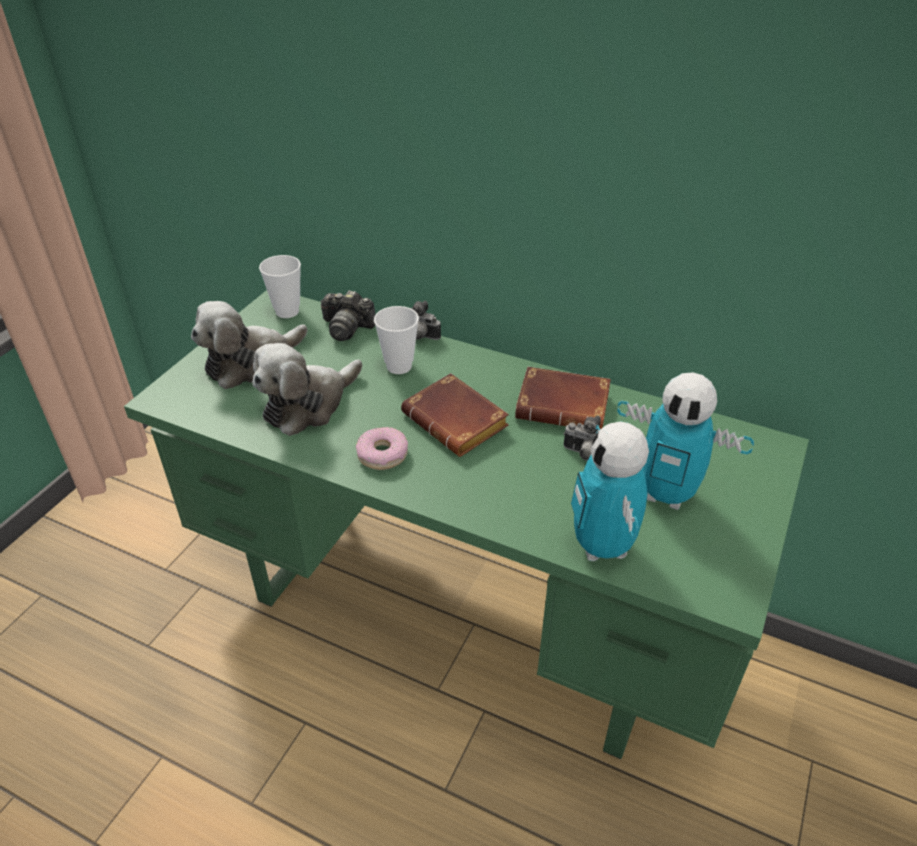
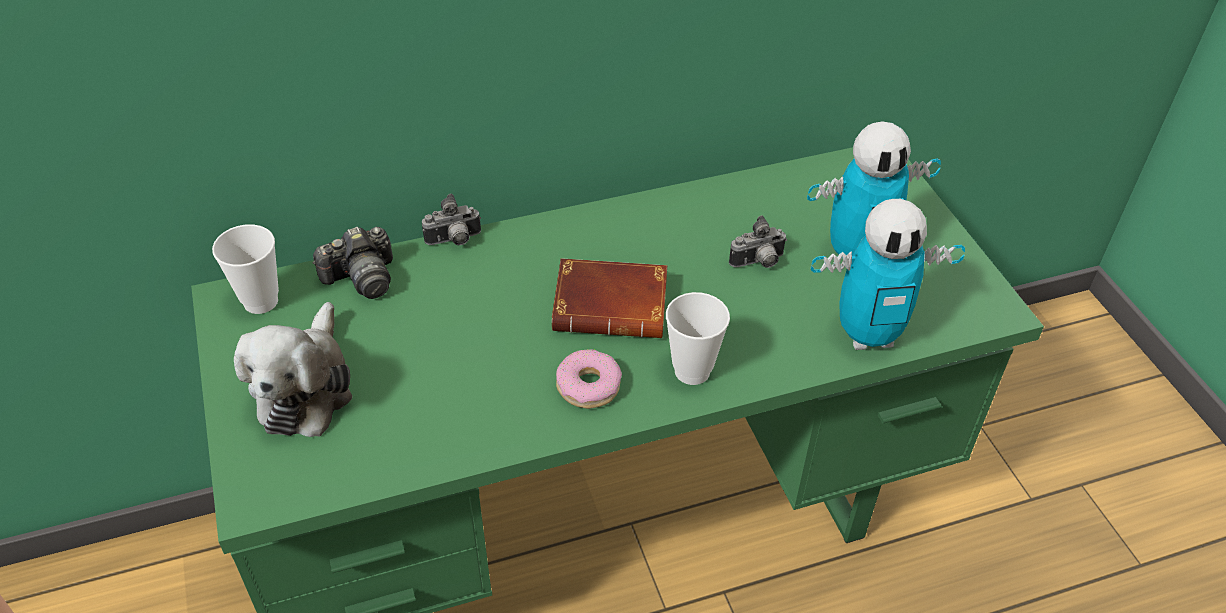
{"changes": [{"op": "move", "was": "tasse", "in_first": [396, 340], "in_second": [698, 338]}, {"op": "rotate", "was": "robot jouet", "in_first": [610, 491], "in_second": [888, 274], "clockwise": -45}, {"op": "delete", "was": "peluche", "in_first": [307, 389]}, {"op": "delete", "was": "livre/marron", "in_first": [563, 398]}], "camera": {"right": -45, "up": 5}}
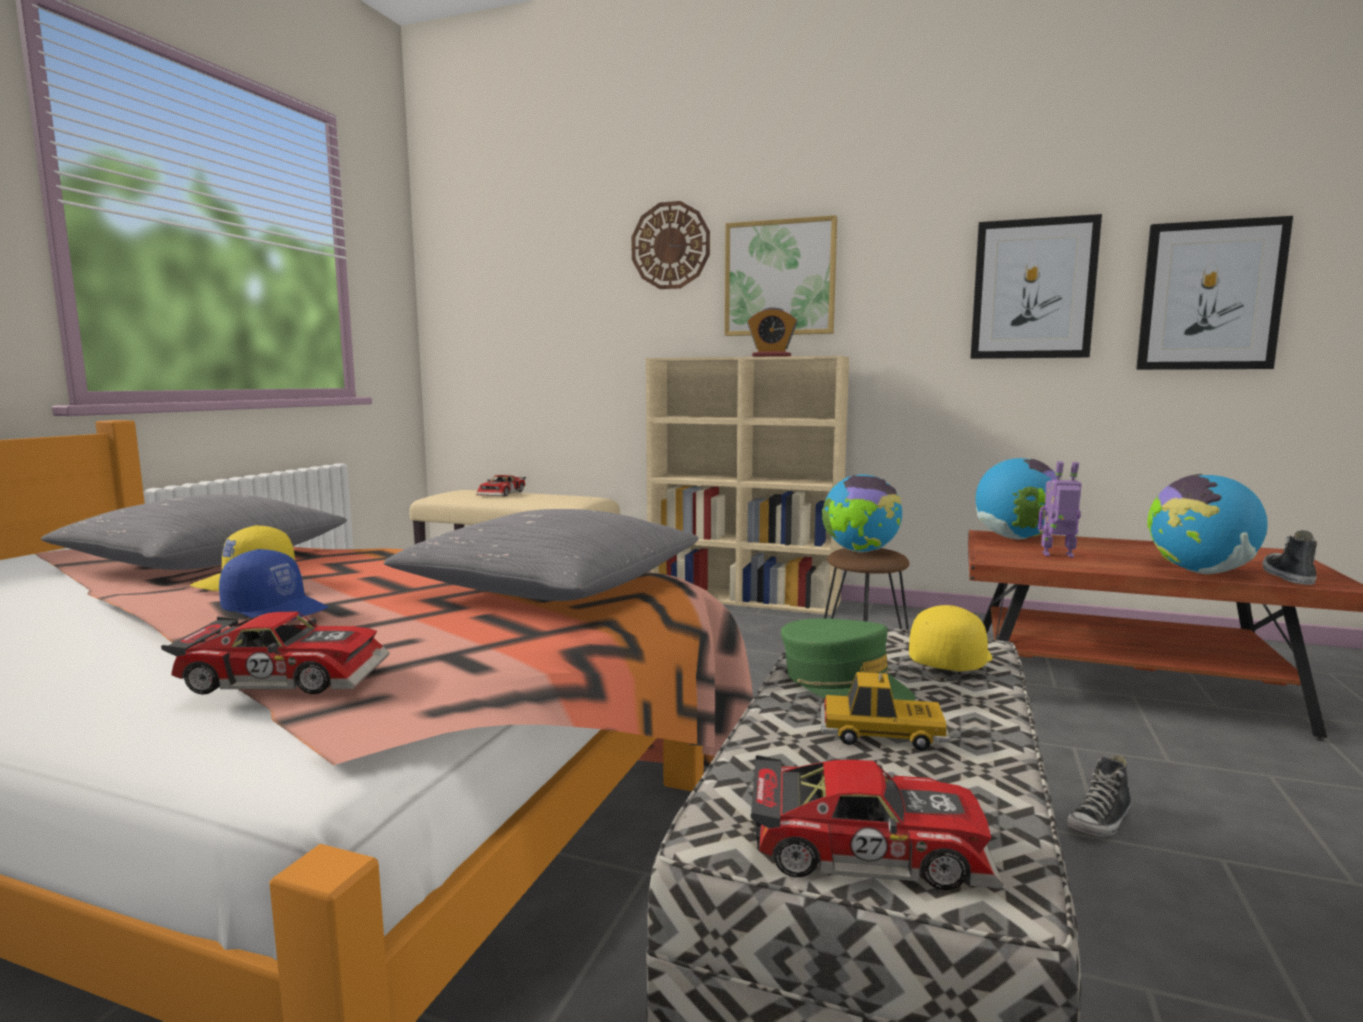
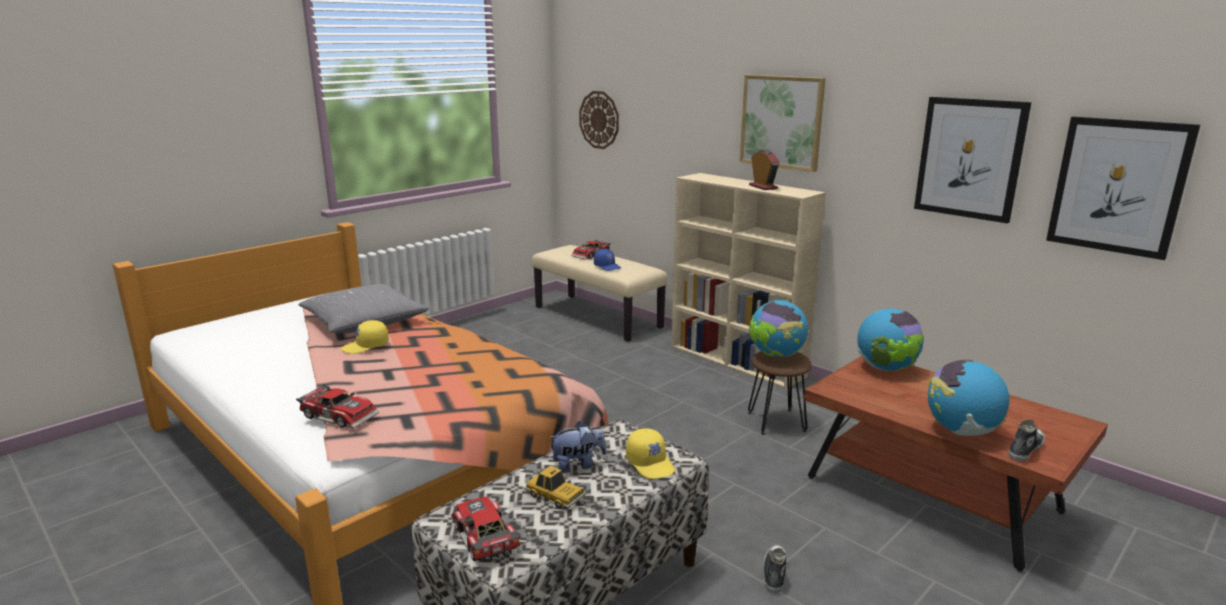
{"changes": [{"op": "rotate", "was": "petite voiture", "in_first": [877, 822], "in_second": [485, 529], "clockwise": -150}, {"op": "replace", "was": "casquette/vert", "now": "peluche", "in_first": [848, 659], "in_second": [577, 447]}, {"op": "move", "was": "horloge murale", "in_first": [670, 245], "in_second": [599, 120]}, {"op": "move", "was": "casquette/bleu", "in_first": [274, 585], "in_second": [607, 260]}, {"op": "rotate", "was": "casquette/jaune", "in_first": [950, 638], "in_second": [650, 453], "clockwise": 90}, {"op": "rotate", "was": "réveil", "in_first": [772, 332], "in_second": [764, 170], "clockwise": -150}, {"op": "rotate", "was": "chaussure", "in_first": [1099, 796], "in_second": [775, 569], "clockwise": 120}, {"op": "delete", "was": "coussin/gris", "in_first": [541, 555]}, {"op": "delete", "was": "robot jouet", "in_first": [1060, 509]}], "camera": {"right": 25, "up": 10}}
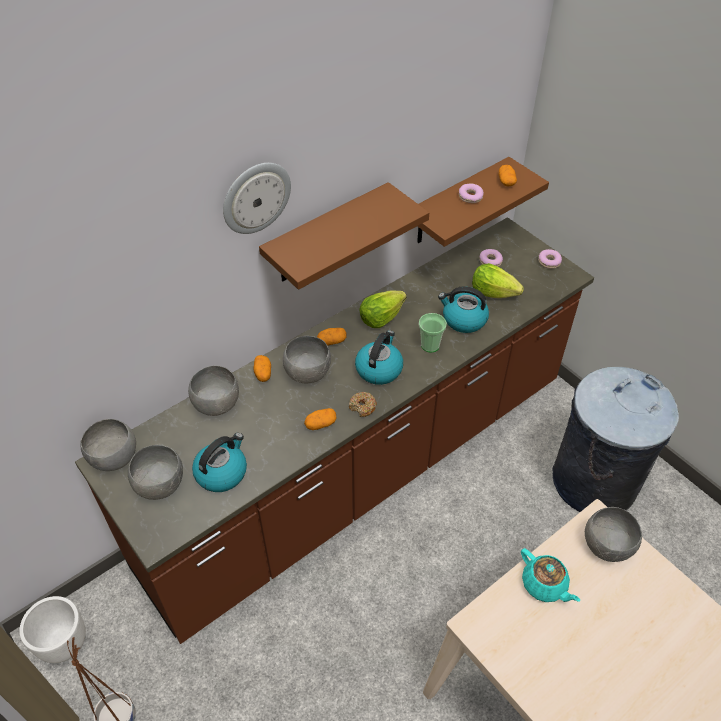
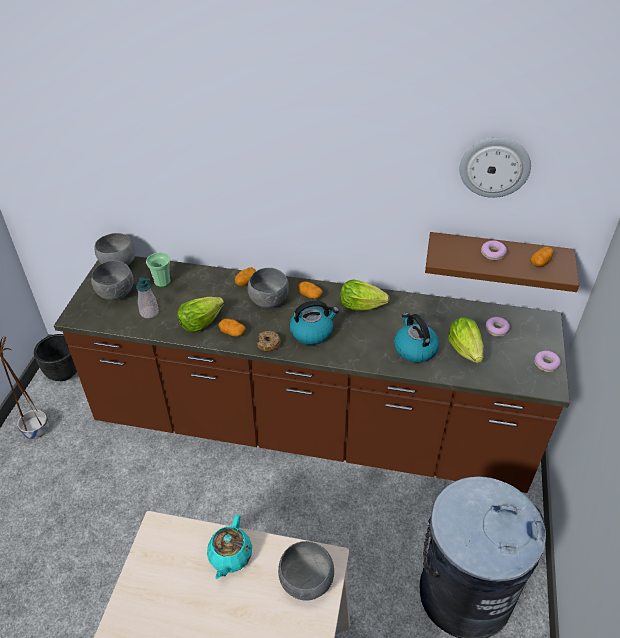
{"changes": [{"op": "recolor", "was": "cache-pot/blanc", "now": "cache-pot/noir", "in_first": [52, 629], "in_second": [55, 357]}, {"op": "replace", "was": "bouilloire", "now": "distributeur de savon", "in_first": [219, 462], "in_second": [147, 297]}, {"op": "move", "was": "tasse", "in_first": [433, 333], "in_second": [158, 270]}, {"op": "insert", "now": "laitue", "in_second": [200, 314]}, {"op": "move", "was": "horloge murale", "in_first": [257, 198], "in_second": [495, 168]}, {"op": "delete", "was": "bol/gris", "in_first": [213, 390]}, {"op": "delete", "was": "étagère/marron", "in_first": [344, 236]}], "camera": {"right": 50, "up": -5}}
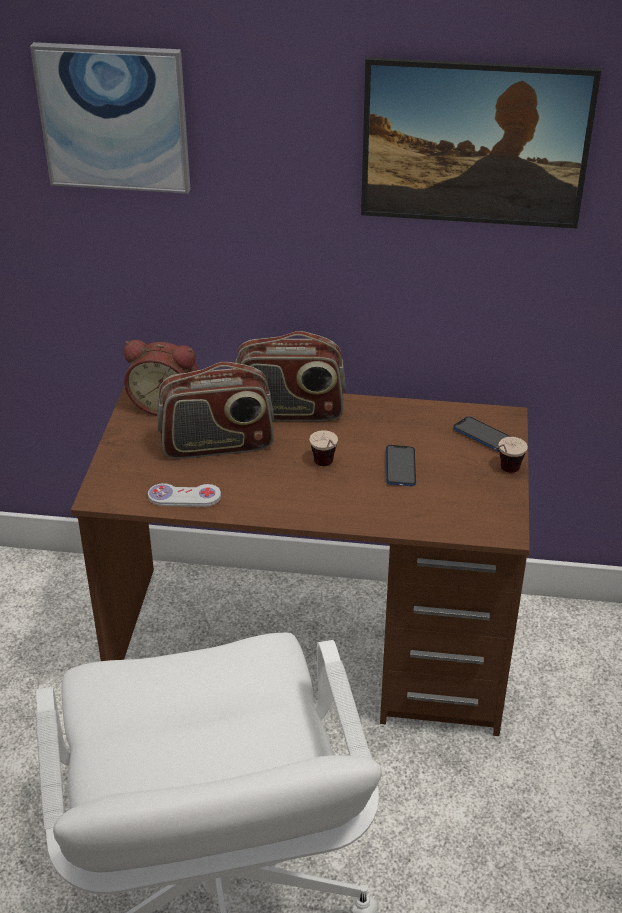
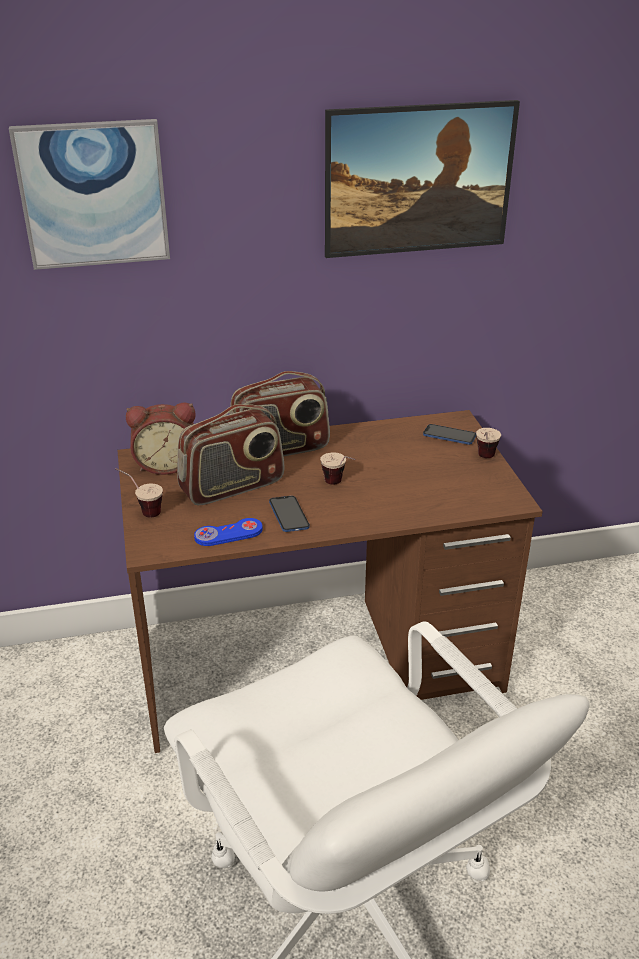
{"changes": [{"op": "insert", "now": "tasse", "in_second": [139, 493]}, {"op": "recolor", "was": "manette/blanc", "now": "manette/bleu", "in_first": [184, 495], "in_second": [228, 532]}, {"op": "move", "was": "téléphone", "in_first": [401, 465], "in_second": [289, 514]}], "camera": {"right": -20, "up": -5}}
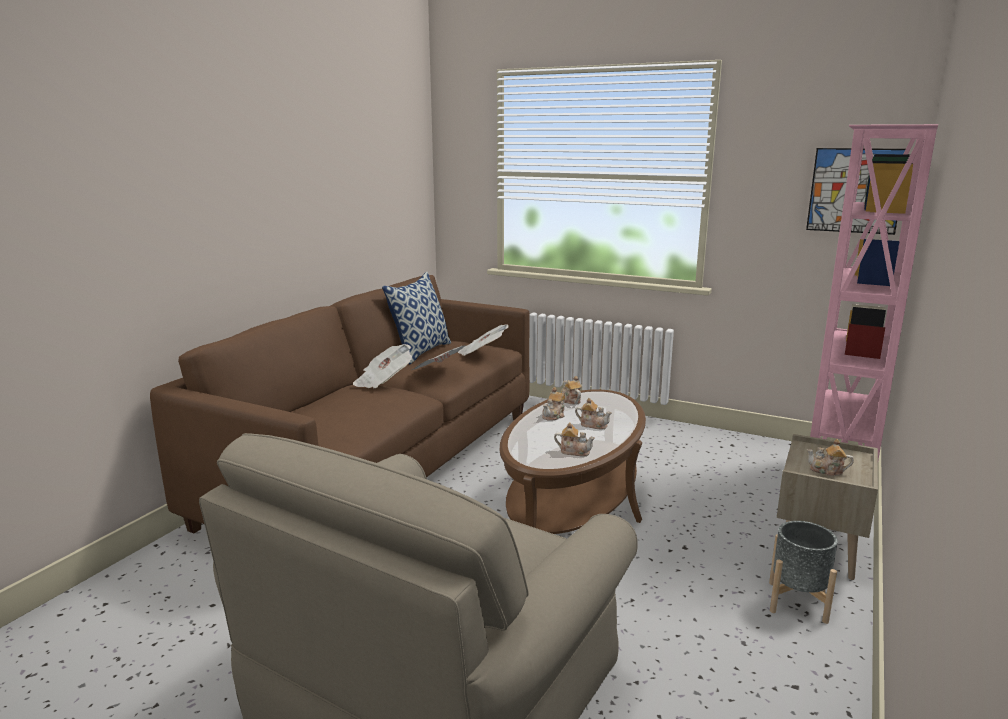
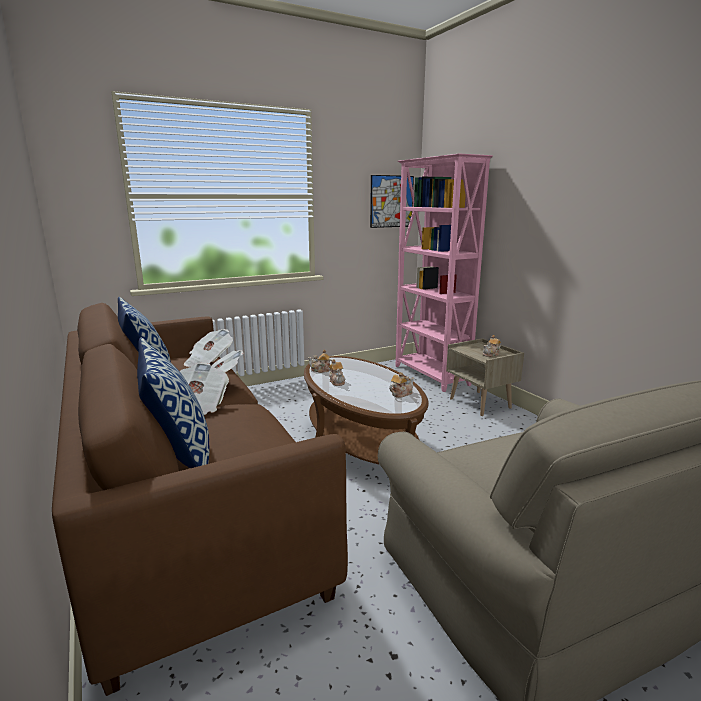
{"changes": [{"op": "insert", "now": "coussin", "in_second": [173, 402]}, {"op": "delete", "was": "théière", "in_first": [593, 413]}, {"op": "delete", "was": "cache-pot/gris", "in_first": [803, 572]}], "camera": {"right": -55, "up": 0}}
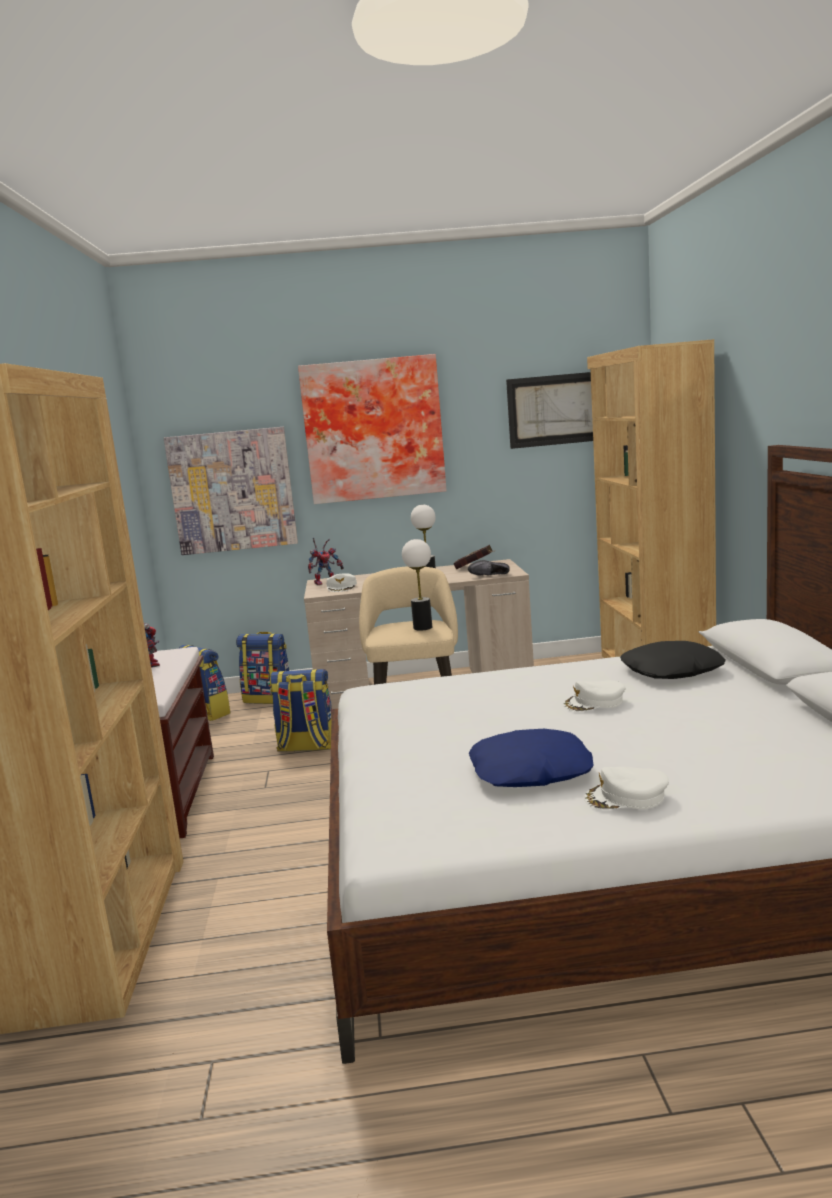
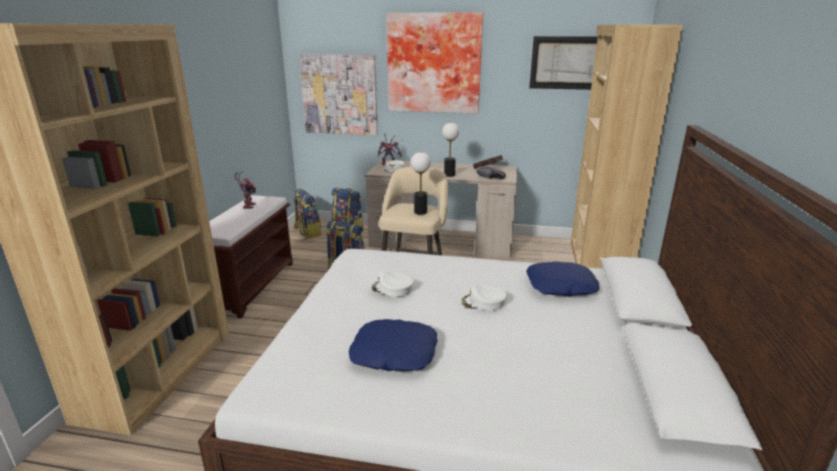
{"changes": [{"op": "move", "was": "casquette/blanc", "in_first": [626, 788], "in_second": [392, 284]}, {"op": "recolor", "was": "coussin/noir", "now": "coussin/bleu", "in_first": [673, 660], "in_second": [563, 279]}], "camera": {"right": 15, "up": 10}}
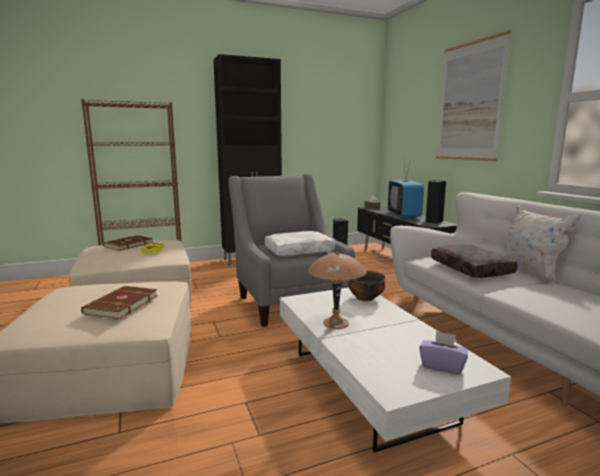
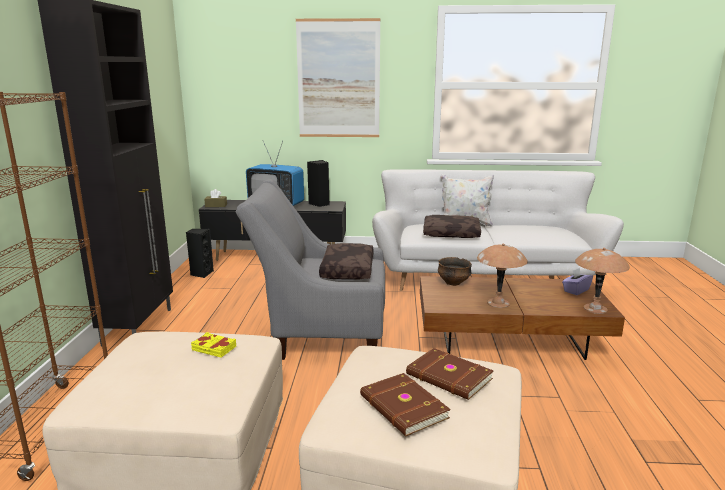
{"changes": [{"op": "recolor", "was": "coussin/blanc", "now": "coussin/marron", "in_first": [300, 243], "in_second": [346, 261]}, {"op": "move", "was": "livre/marron", "in_first": [128, 243], "in_second": [405, 404]}, {"op": "recolor", "was": "table basse/blanc", "now": "table basse/marron", "in_first": [395, 370], "in_second": [522, 318]}, {"op": "insert", "now": "lampe de table/marron", "in_second": [602, 281]}], "camera": {"right": -65, "up": 5}}
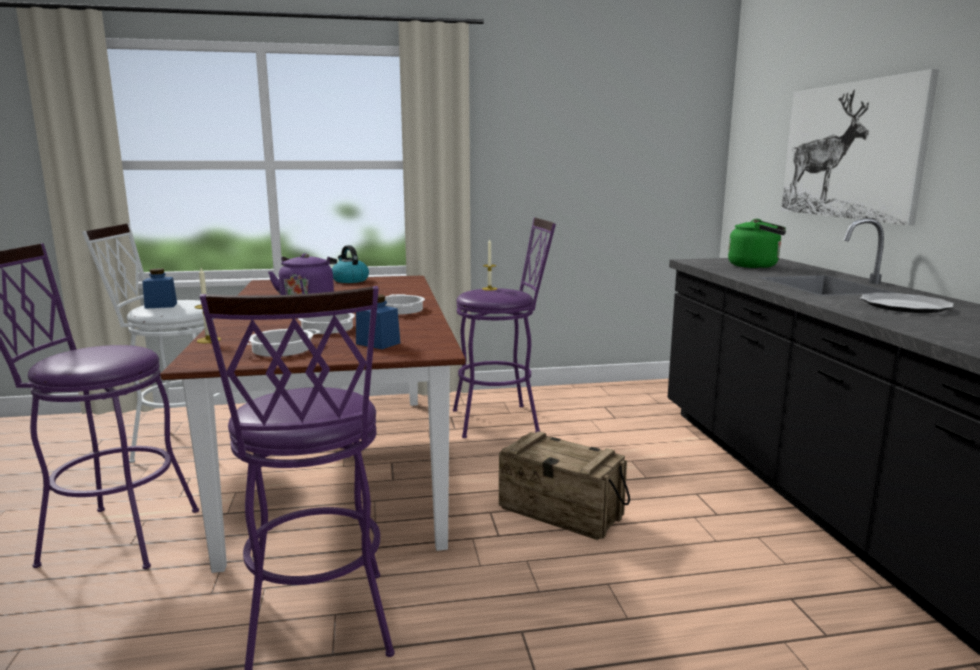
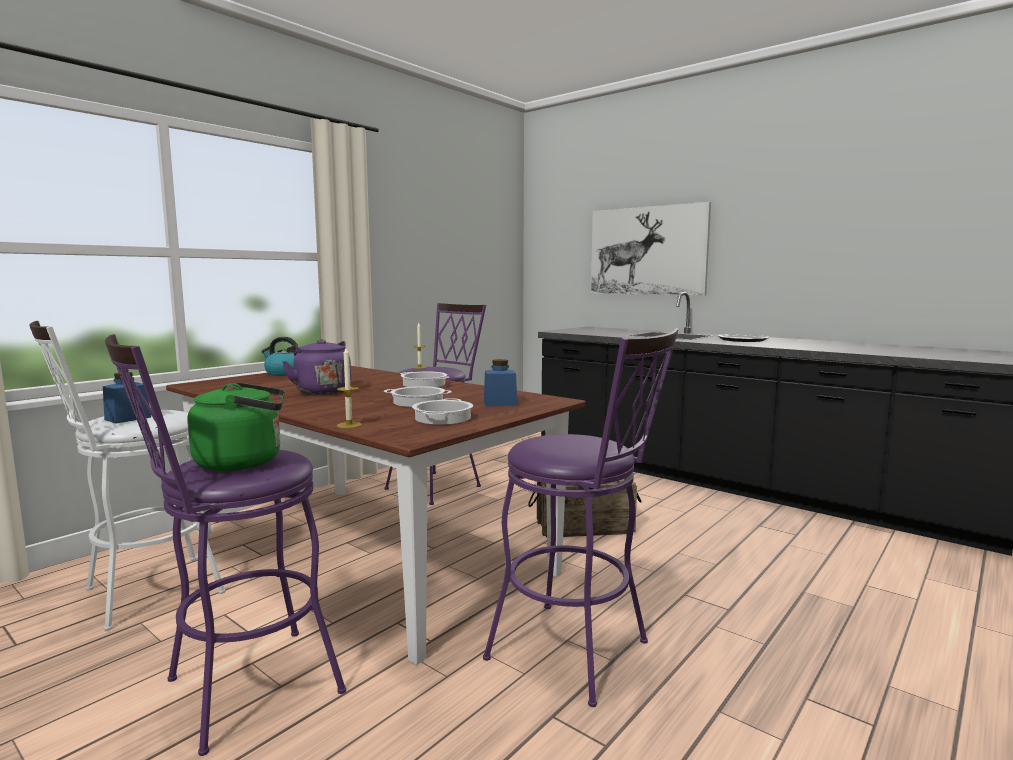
{"changes": [{"op": "move", "was": "bouilloire/vert", "in_first": [757, 243], "in_second": [236, 426]}], "camera": {"right": -40, "up": -5}}
